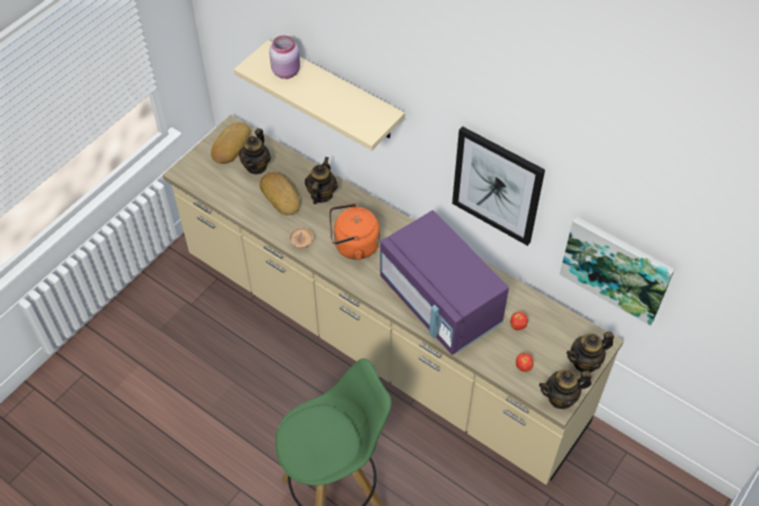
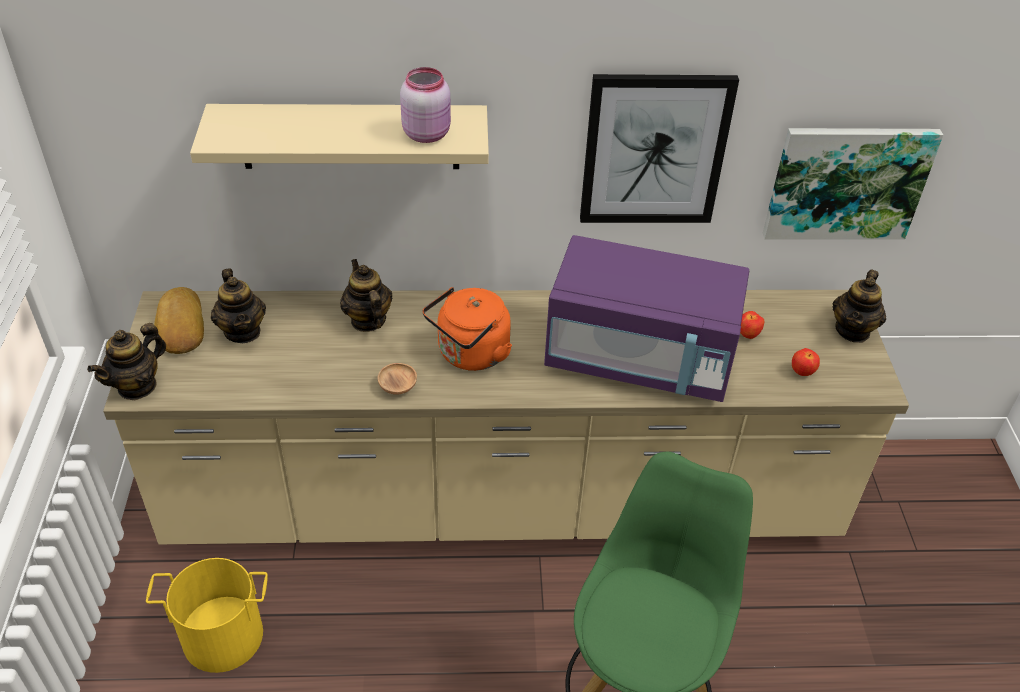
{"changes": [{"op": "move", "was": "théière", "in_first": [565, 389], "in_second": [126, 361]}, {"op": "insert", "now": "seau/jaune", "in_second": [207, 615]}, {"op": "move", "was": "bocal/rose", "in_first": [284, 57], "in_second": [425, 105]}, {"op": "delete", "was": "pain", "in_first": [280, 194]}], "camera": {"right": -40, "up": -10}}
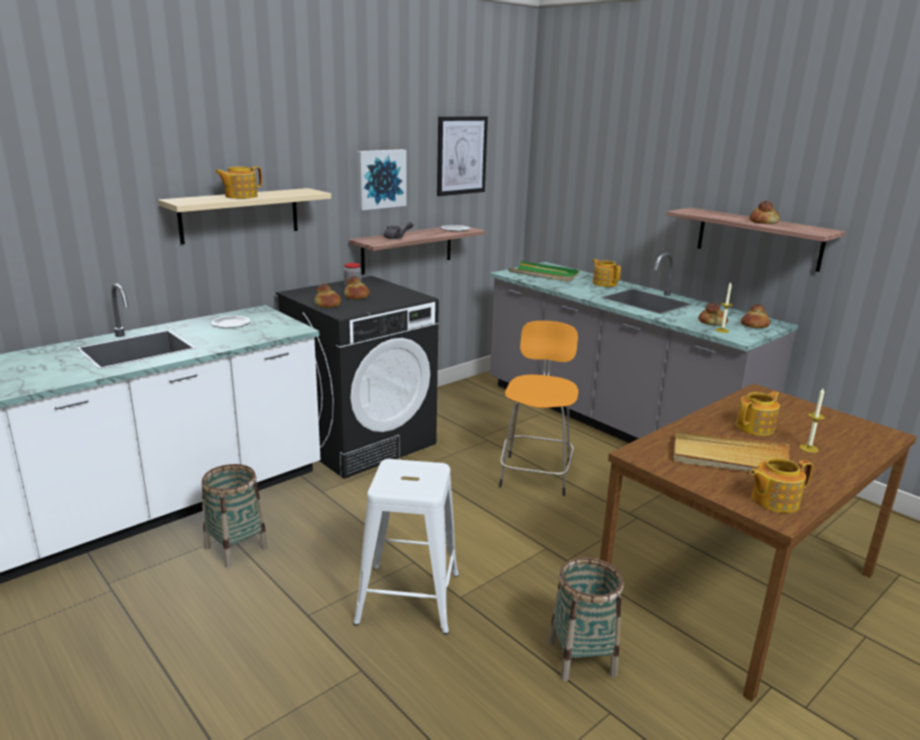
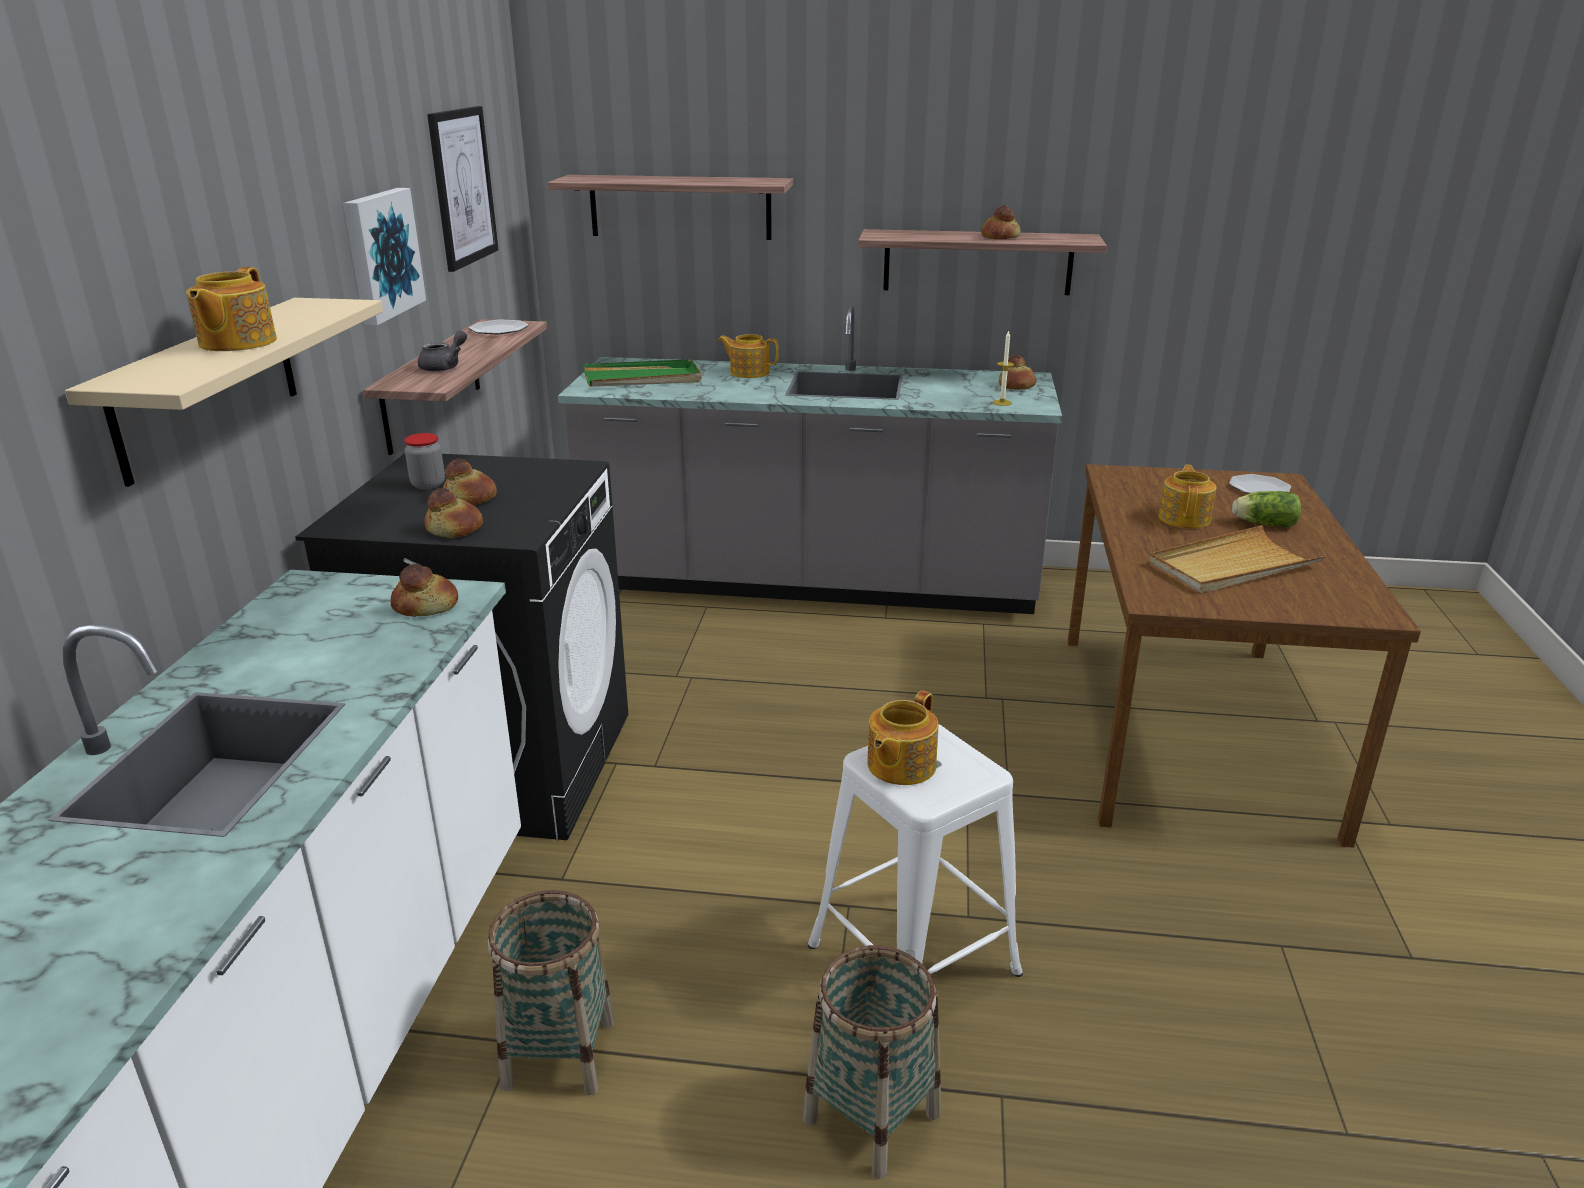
{"changes": [{"op": "move", "was": "pain", "in_first": [713, 314], "in_second": [424, 590]}, {"op": "insert", "now": "étagère", "in_second": [670, 207]}, {"op": "move", "was": "panier", "in_first": [585, 619], "in_second": [872, 1062]}, {"op": "move", "was": "théière", "in_first": [781, 485], "in_second": [902, 737]}, {"op": "move", "was": "assiette", "in_first": [231, 322], "in_second": [1260, 484]}, {"op": "replace", "was": "bougie", "now": "laitue", "in_first": [812, 420], "in_second": [1266, 509]}, {"op": "delete", "was": "tabouret/orange", "in_first": [538, 408]}], "camera": {"right": -40, "up": 5}}
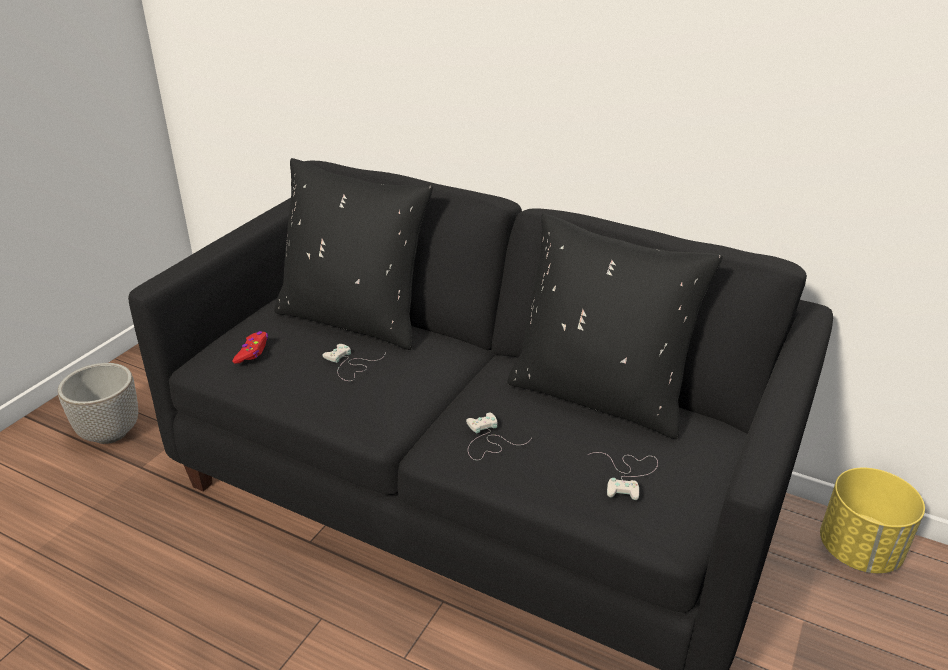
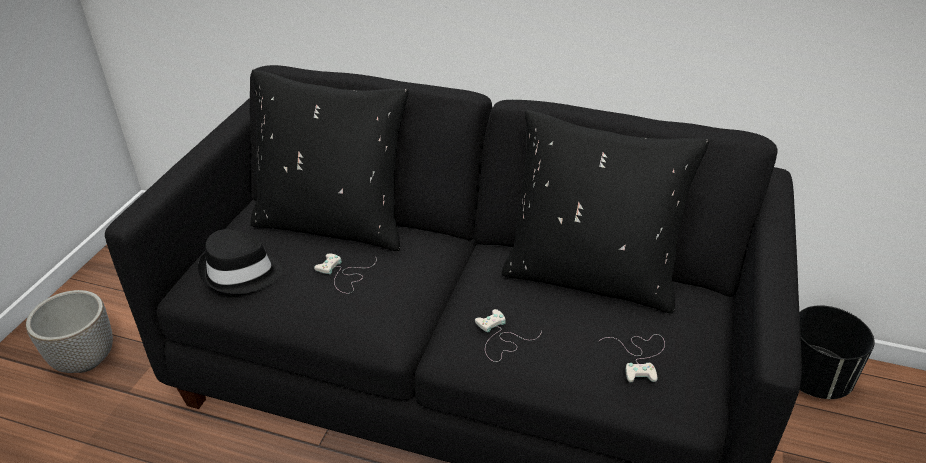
{"changes": [{"op": "replace", "was": "manette/rouge", "now": "chapeau/noir", "in_first": [250, 347], "in_second": [240, 261]}, {"op": "recolor", "was": "cache-pot/jaune", "now": "cache-pot/noir", "in_first": [872, 521], "in_second": [837, 352]}], "camera": {"right": -10, "up": 5}}
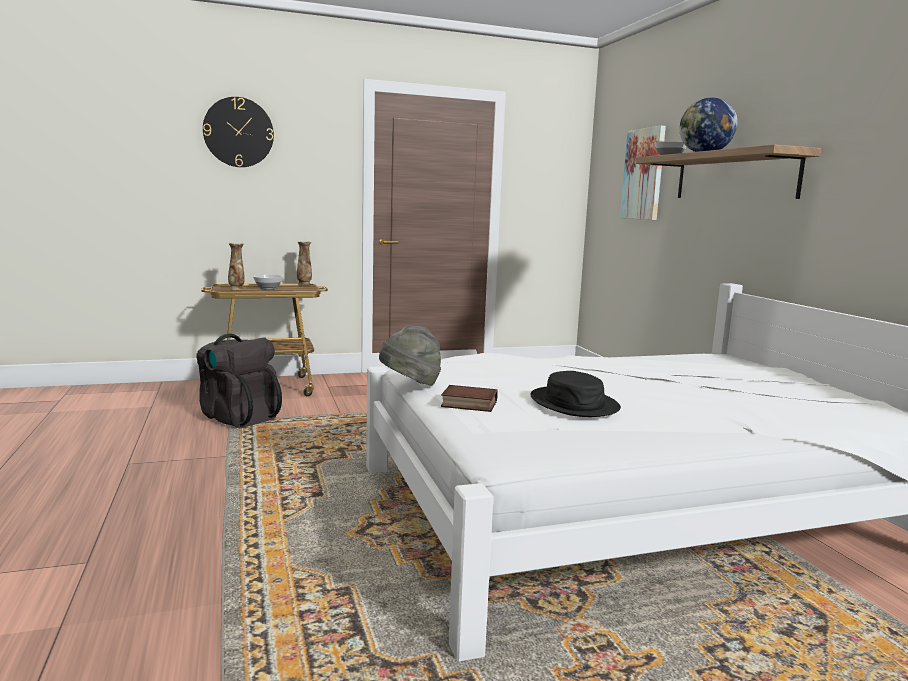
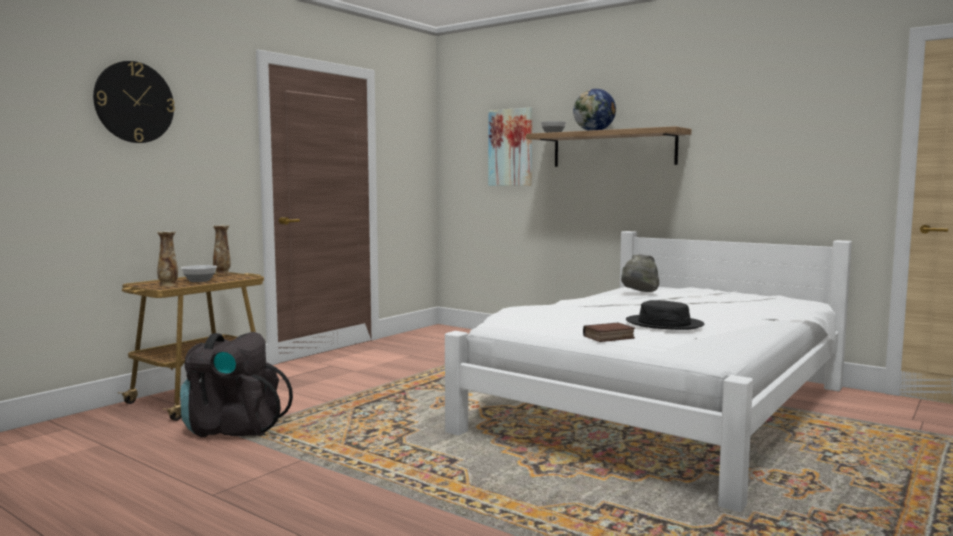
{"changes": [{"op": "move", "was": "chapeau/gris", "in_first": [410, 355], "in_second": [640, 273]}], "camera": {"right": -35, "up": -5}}
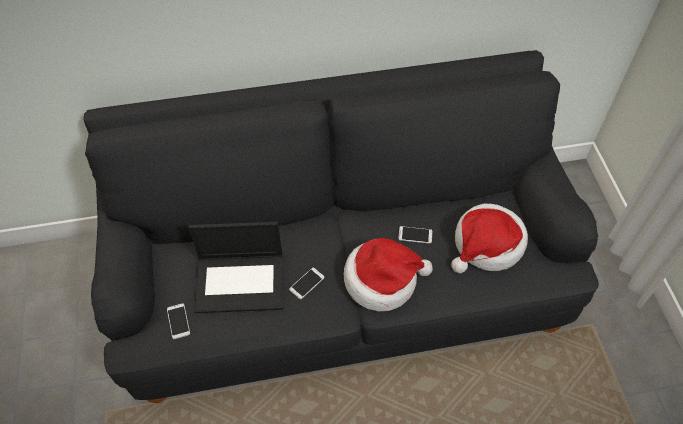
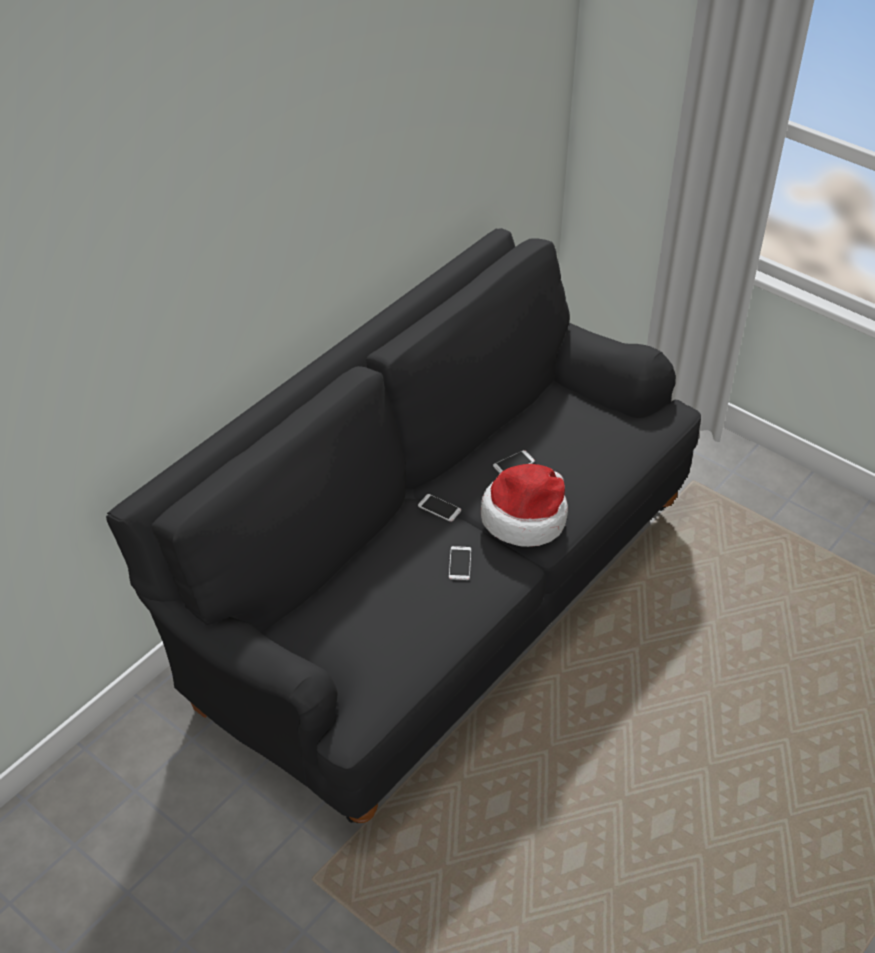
{"changes": [{"op": "move", "was": "téléphone", "in_first": [178, 321], "in_second": [439, 508]}, {"op": "delete", "was": "ordinateur portable", "in_first": [236, 267]}, {"op": "delete", "was": "chapeau", "in_first": [489, 238]}], "camera": {"right": -40, "up": -10}}
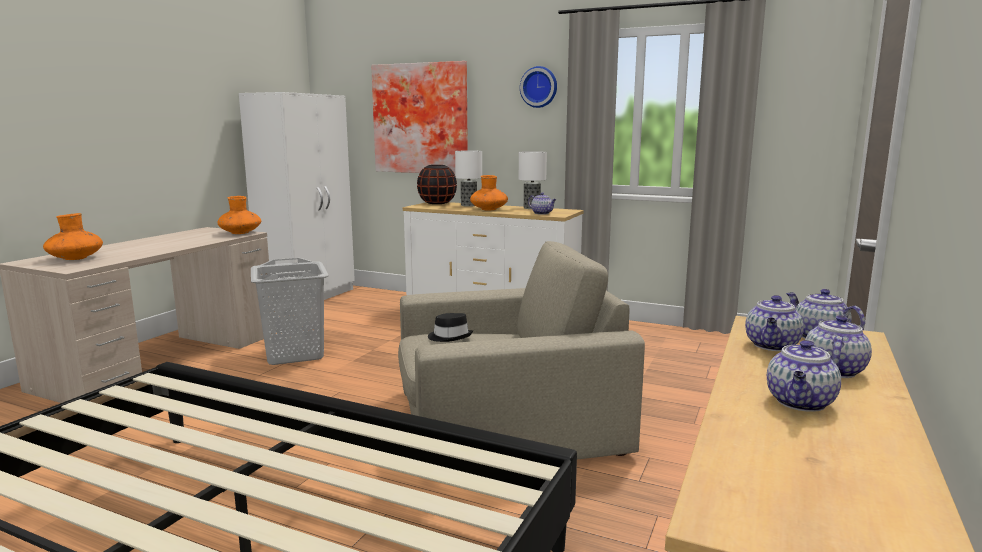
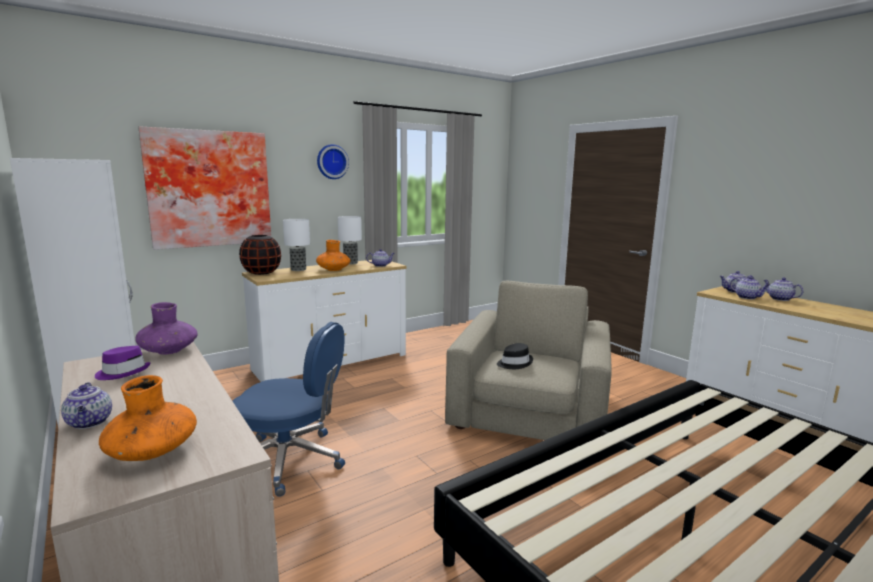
{"changes": [{"op": "move", "was": "théière", "in_first": [804, 376], "in_second": [86, 405]}, {"op": "insert", "now": "chapeau/violet", "in_second": [123, 363]}, {"op": "recolor", "was": "vase/orange", "now": "vase/violet", "in_first": [239, 215], "in_second": [166, 328]}, {"op": "replace", "was": "panier à linge/gris", "now": "chaise de bureau/bleu", "in_first": [290, 311], "in_second": [289, 409]}], "camera": {"right": -60, "up": 0}}
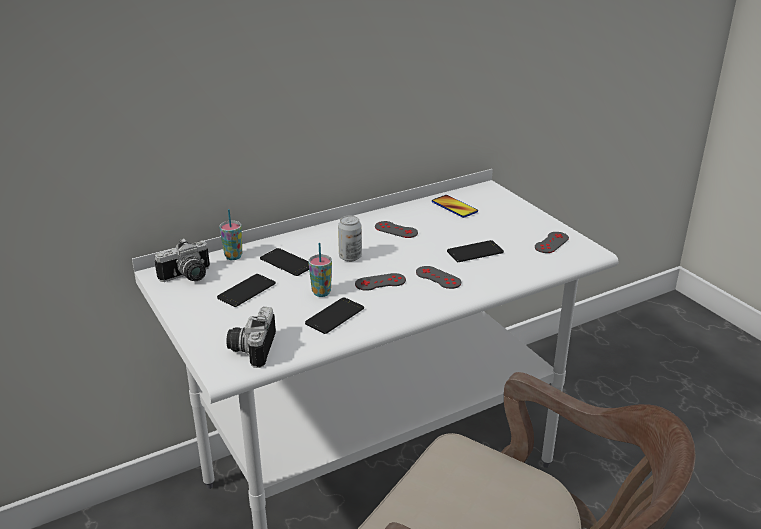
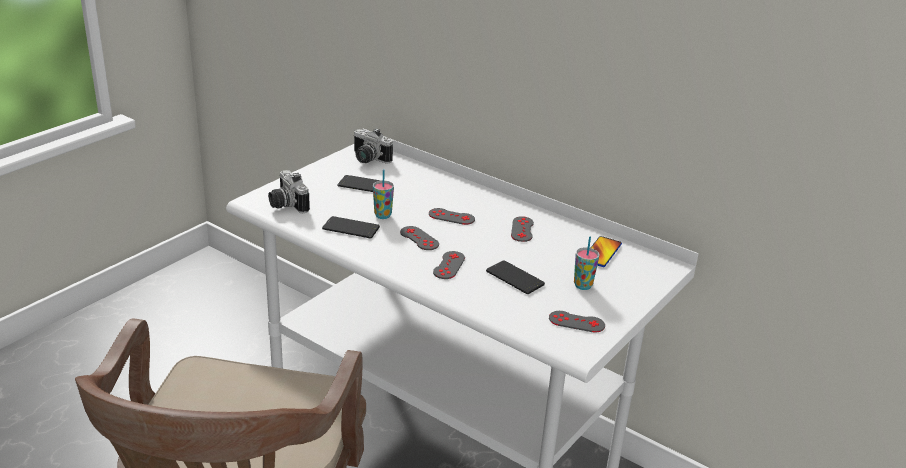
{"changes": [{"op": "rotate", "was": "appareil photo", "in_first": [251, 337], "in_second": [289, 191], "clockwise": -105}, {"op": "replace", "was": "boîte métallique", "now": "manette/gris", "in_first": [350, 239], "in_second": [452, 216]}, {"op": "move", "was": "tasse", "in_first": [230, 234], "in_second": [587, 263]}, {"op": "delete", "was": "téléphone", "in_first": [284, 262]}], "camera": {"right": 65, "up": 0}}
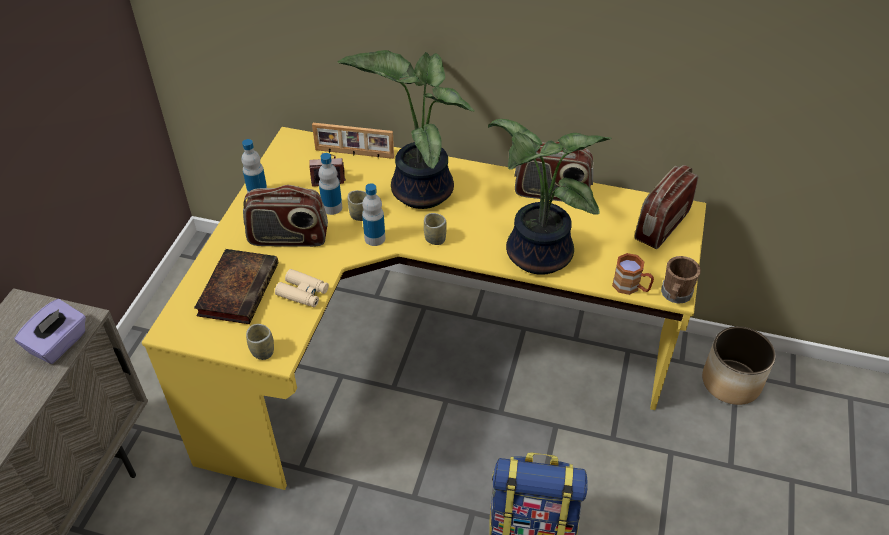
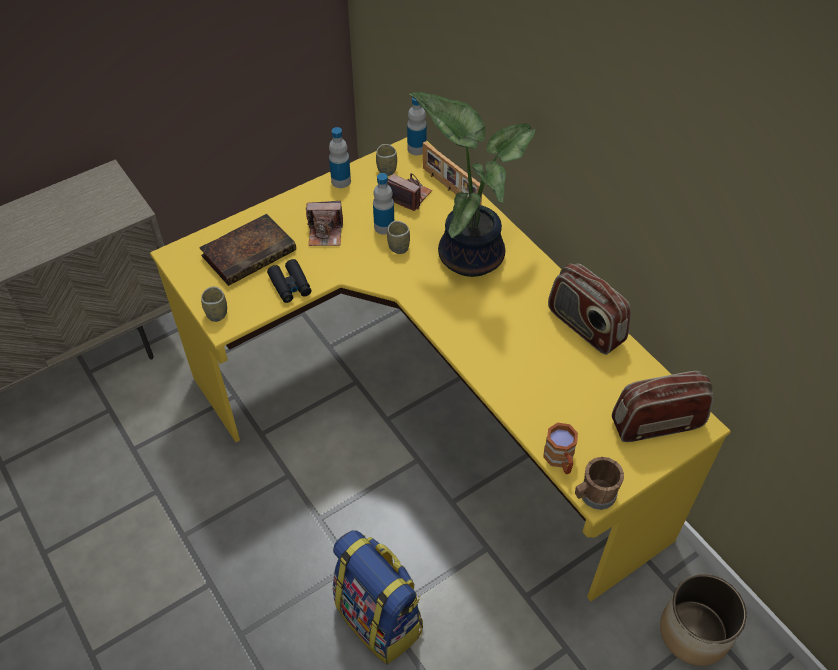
{"changes": [{"op": "recolor", "was": "jumelles/beige", "now": "jumelles/noir", "in_first": [302, 288], "in_second": [289, 281]}, {"op": "replace", "was": "radio", "now": "appareil photo", "in_first": [285, 216], "in_second": [324, 223]}, {"op": "move", "was": "tasse", "in_first": [435, 229], "in_second": [386, 160]}, {"op": "move", "was": "bouteille", "in_first": [373, 214], "in_second": [417, 126]}, {"op": "delete", "was": "boîte à mouchoirs/violet", "in_first": [50, 331]}, {"op": "delete", "was": "plante en pot", "in_first": [549, 197]}], "camera": {"right": 40, "up": 5}}
